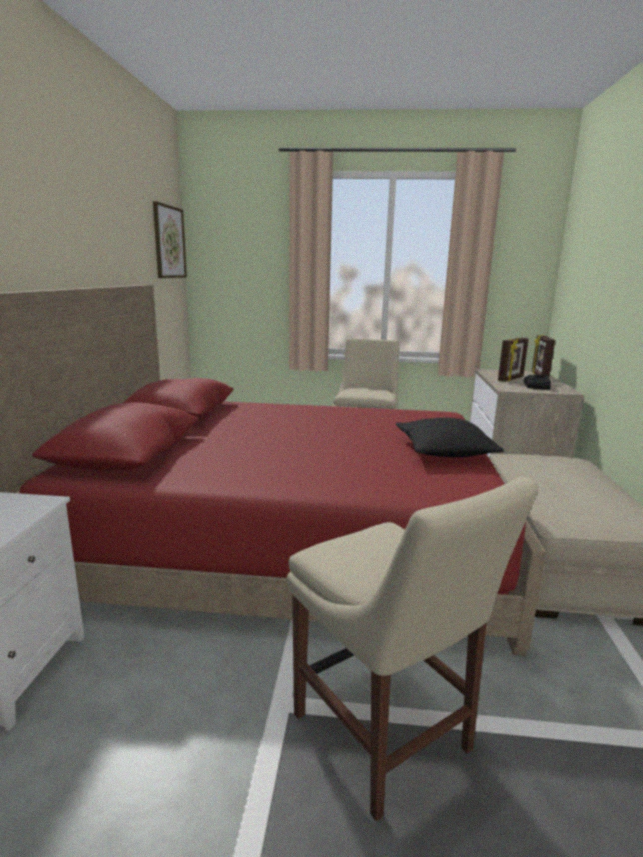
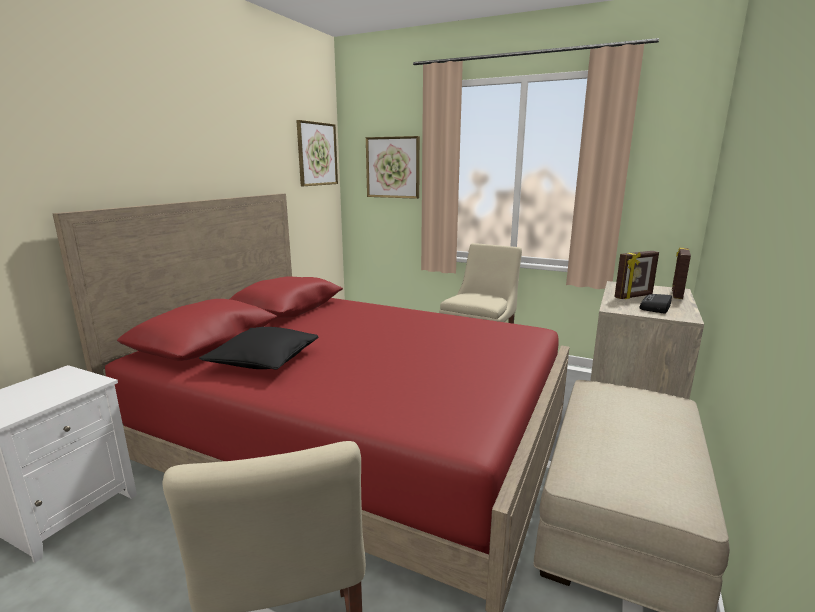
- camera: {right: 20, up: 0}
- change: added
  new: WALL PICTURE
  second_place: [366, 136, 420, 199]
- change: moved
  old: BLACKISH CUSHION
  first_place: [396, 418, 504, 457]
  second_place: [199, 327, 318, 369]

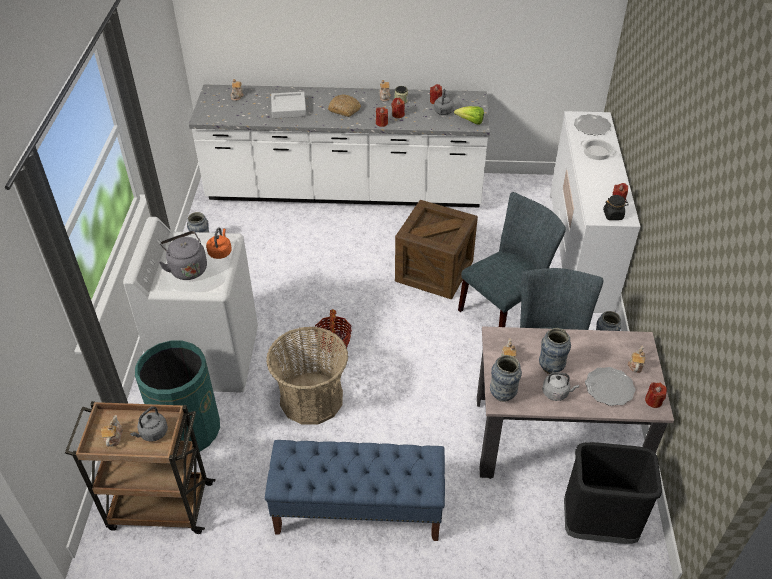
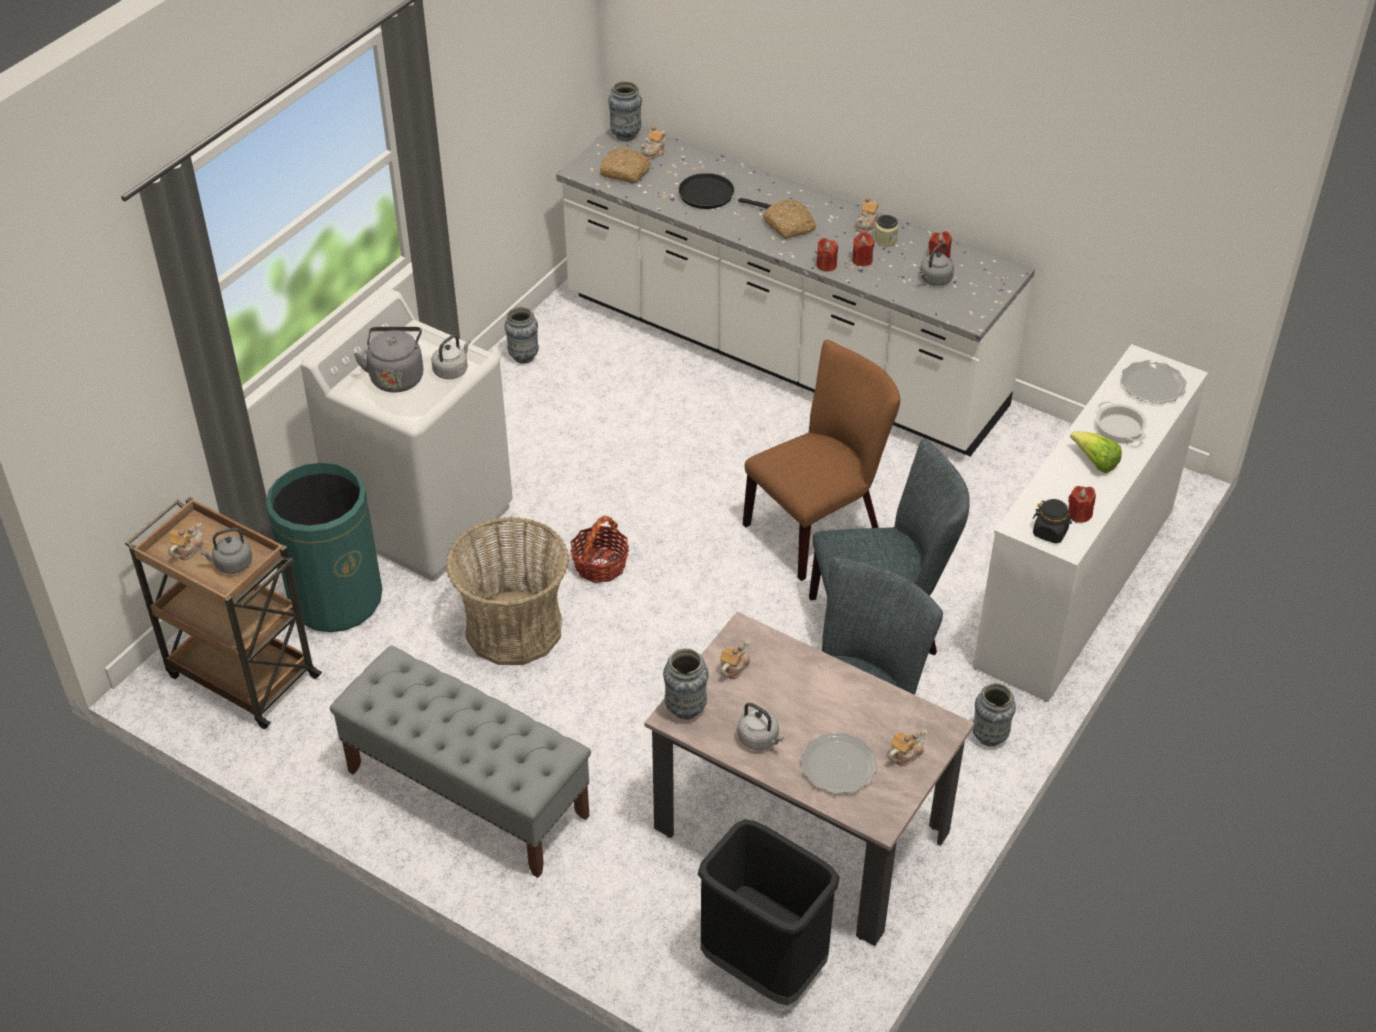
- camera: {right: 30, up: 0}
- change: removed
  old: REDDISH CANDLE
  first_place: [645, 382, 667, 408]
- change: added
  new: BAKERY BREAD
  second_place: [600, 148, 651, 183]
- change: moved
  old: LETTUCE
  first_place: [454, 106, 484, 125]
  second_place: [1070, 432, 1122, 473]
- change: moved
  old: VASE
  first_place: [539, 328, 571, 374]
  second_place: [608, 81, 642, 141]
- change: replaced
  old: GREYISH TRAY
  new: BLACKISH PAN
  first_place: [271, 92, 306, 119]
  second_place: [678, 173, 772, 209]
- change: replaced
  old: PACKING CRATE
  new: BROWNISH UPRIGHT CHAIR
  first_place: [395, 200, 478, 299]
  second_place: [743, 340, 900, 581]
- change: recoloured
  old: ORANGE WATER KETTLE
  new: GREYISH WATER KETTLE
  first_place: [206, 227, 232, 259]
  second_place: [431, 335, 471, 379]
- change: recoloured
  old: BLUISH LONG SEAT
  new: GREYISH LONG SEAT
  first_place: [265, 440, 445, 541]
  second_place: [330, 645, 591, 878]

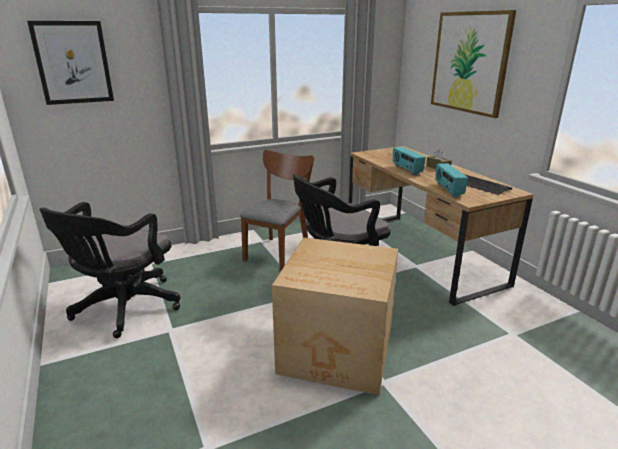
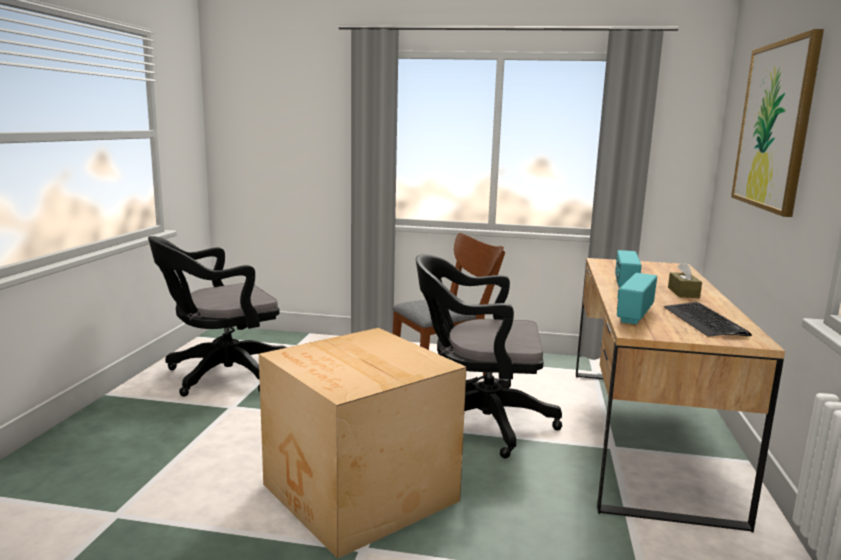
- camera: {right: 35, up: -10}
- change: removed
  old: WALL PICTURE
  first_place: [27, 21, 114, 105]

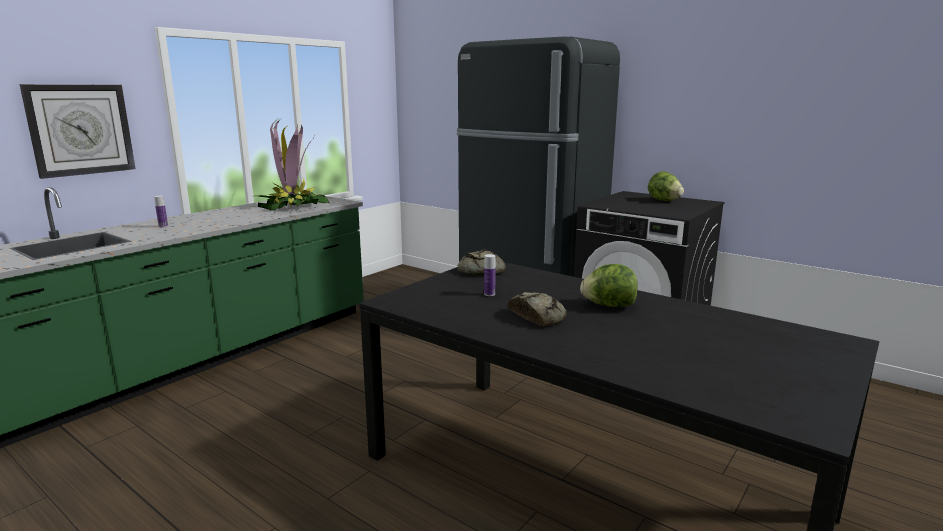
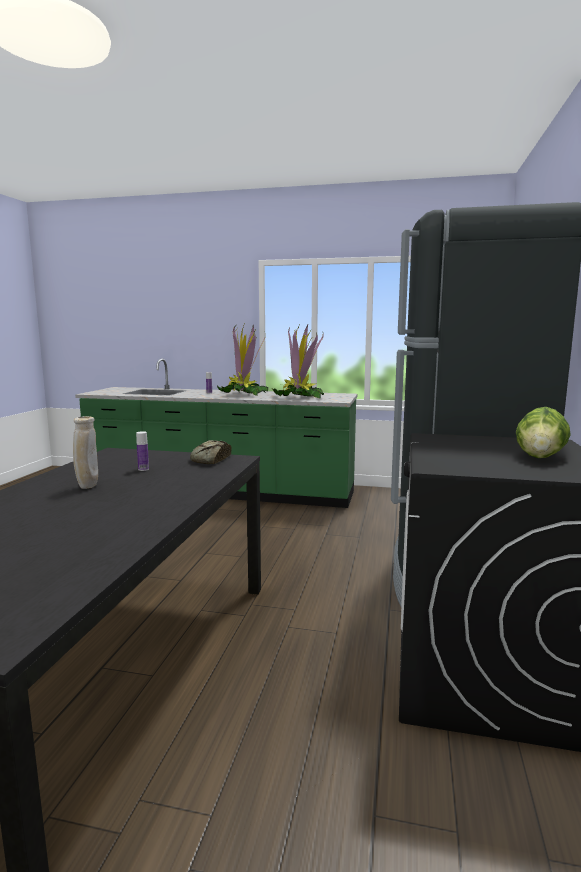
- camera: {right: 65, up: -5}
- change: removed
  old: WALL CLOCK
  first_place: [20, 84, 136, 179]
- change: removed
  old: LETTUCE
  first_place: [580, 264, 638, 307]
- change: added
  new: HOUSEPLANT
  second_place: [217, 323, 268, 396]
- change: replaced
  old: BAKERY BREAD
  new: SAND-COLOURED VASE
  first_place: [508, 292, 567, 326]
  second_place: [73, 416, 98, 489]

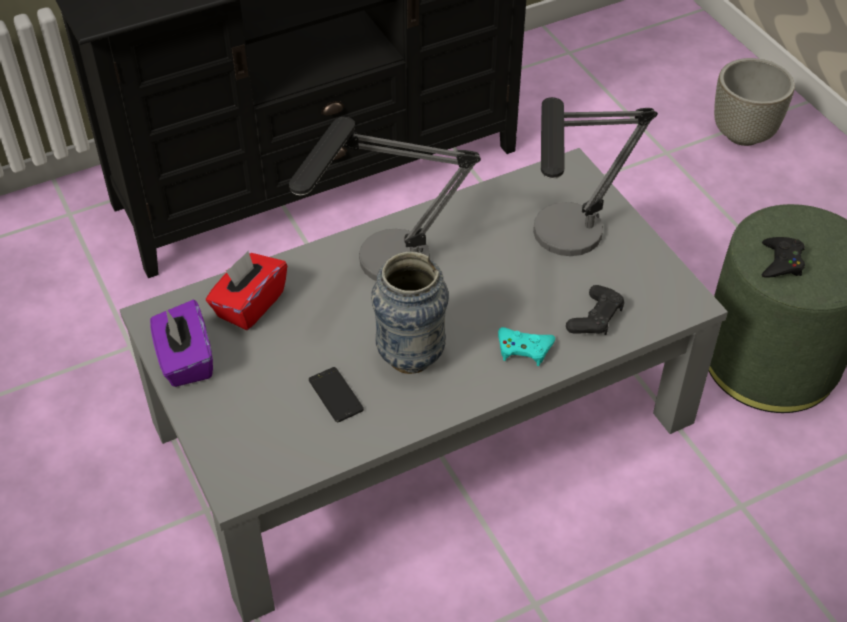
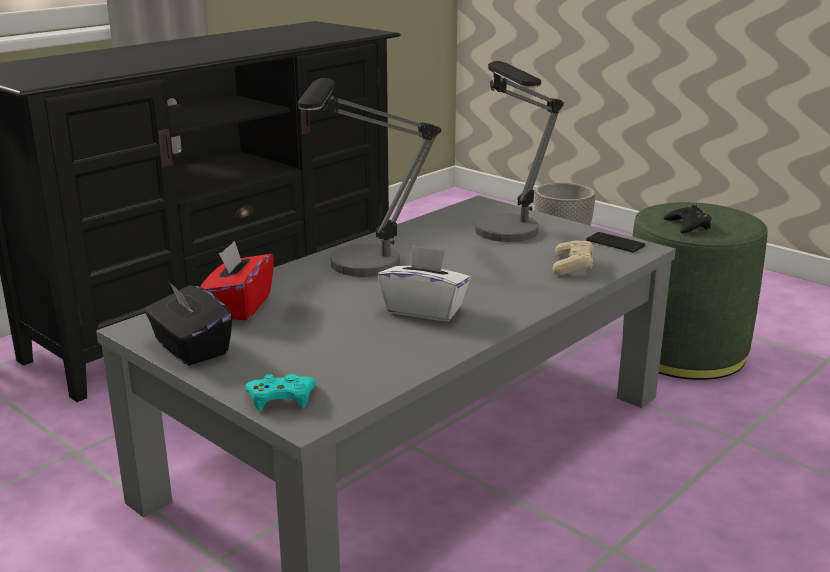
- camera: {right: -20, up: -25}
- change: moved
  old: TELEPHONE
  first_place: [308, 367, 364, 422]
  second_place: [586, 232, 645, 253]
- change: moved
  old: BLUE-GREEN GAME CONTROLLER
  first_place: [498, 327, 555, 366]
  second_place: [245, 374, 316, 411]
- change: replaced
  old: VASE
  new: WHITISH BOX OF TISSUES
  first_place: [371, 252, 449, 374]
  second_place: [378, 245, 471, 321]
- change: recoloured
  old: PURPLE-COLOURED BOX OF TISSUES
  new: BLACKISH BOX OF TISSUES
  first_place: [150, 300, 213, 387]
  second_place: [144, 282, 233, 366]
- change: recoloured
  old: BLACKISH GAME CONTROLLER
  new: SAND-COLOURED GAME CONTROLLER
  first_place: [566, 285, 624, 335]
  second_place: [552, 241, 594, 276]

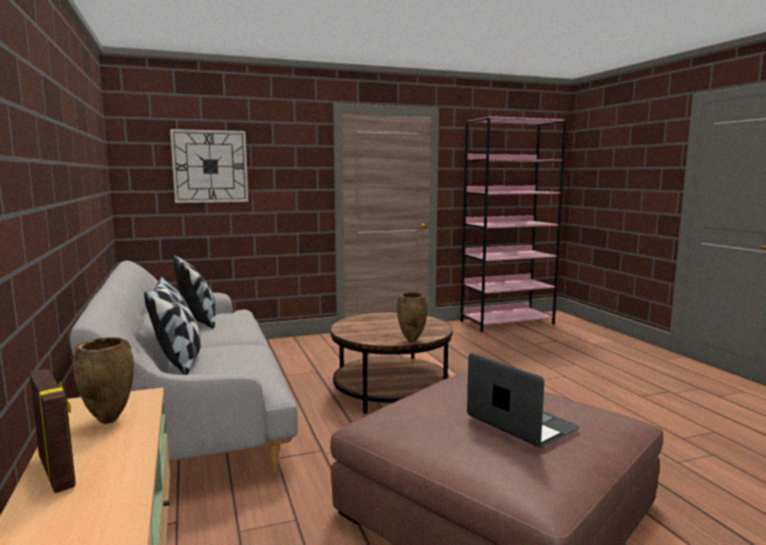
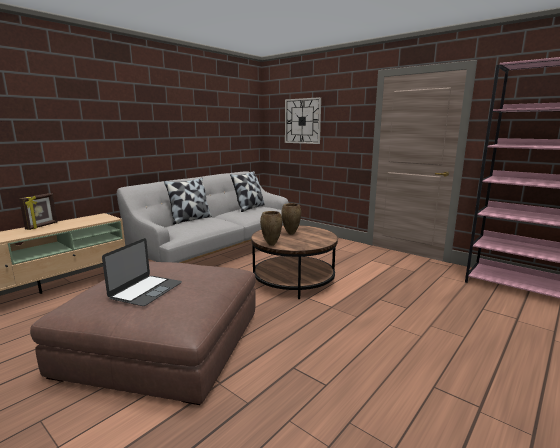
- camera: {right: 60, up: 5}
- change: moved
  old: BROWNISH VASE
  first_place: [73, 337, 134, 424]
  second_place: [281, 203, 301, 235]

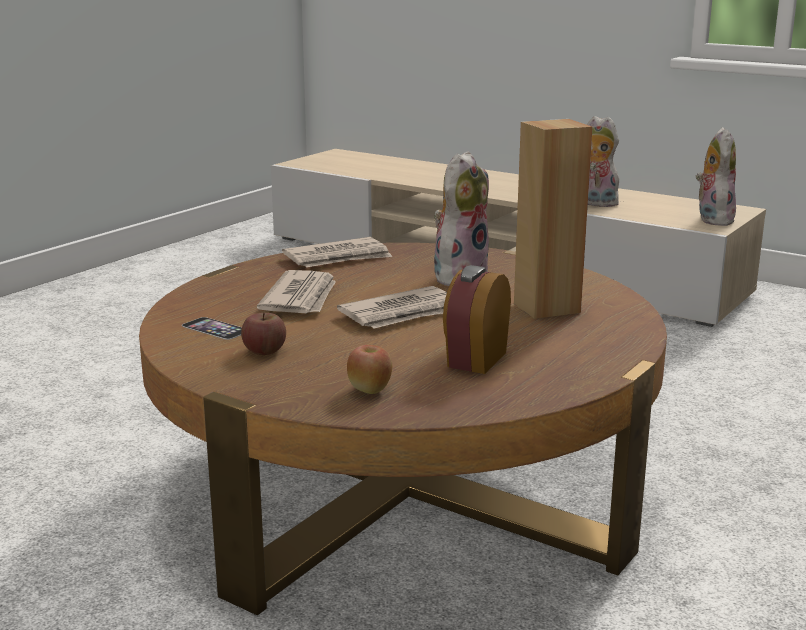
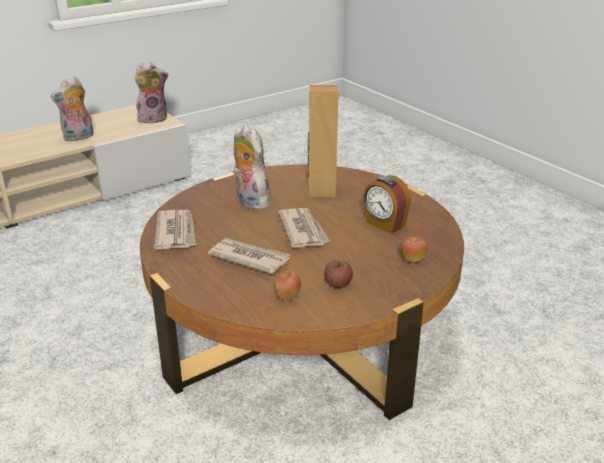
- camera: {right: -70, up: 10}
- change: replaced
  old: TELEPHONE
  new: APPLE FRUIT
  first_place: [182, 317, 242, 340]
  second_place: [274, 270, 301, 301]
- change: turned
  old: CUDDLY TOY
  first_place: [696, 127, 736, 226]
  second_place: [134, 62, 168, 123]
  degrees: 135

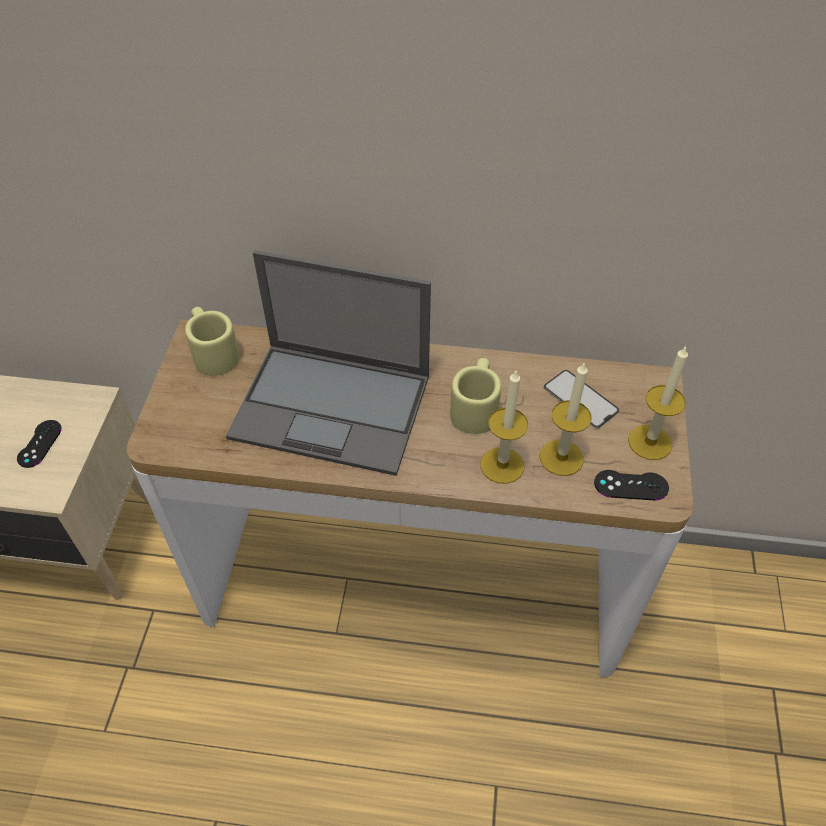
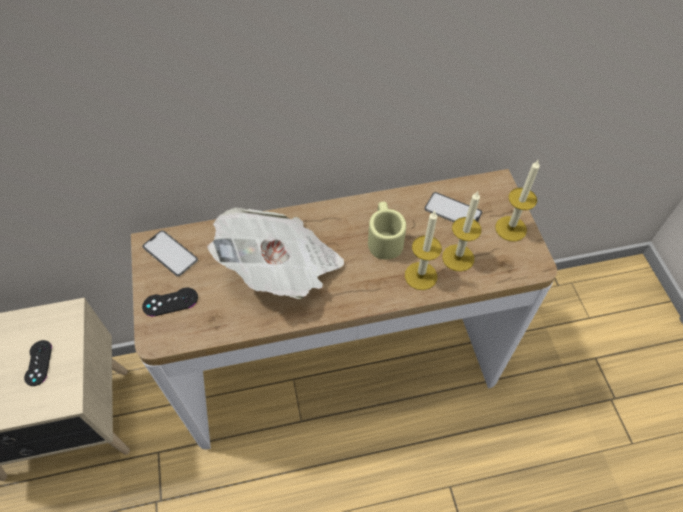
- camera: {right: -20, up: 5}
- change: moved
  old: BLACKISH GAME CONTROLLER
  first_place: [594, 470, 669, 500]
  second_place: [142, 287, 198, 316]
- change: replaced
  old: SAND-COLOURED COFFEE MUG
  new: TELEPHONE
  first_place: [185, 307, 240, 376]
  second_place: [142, 230, 198, 277]
- change: replaced
  old: LAPTOP
  new: PRINTED PAPER
  first_place: [226, 250, 431, 476]
  second_place: [207, 207, 344, 299]

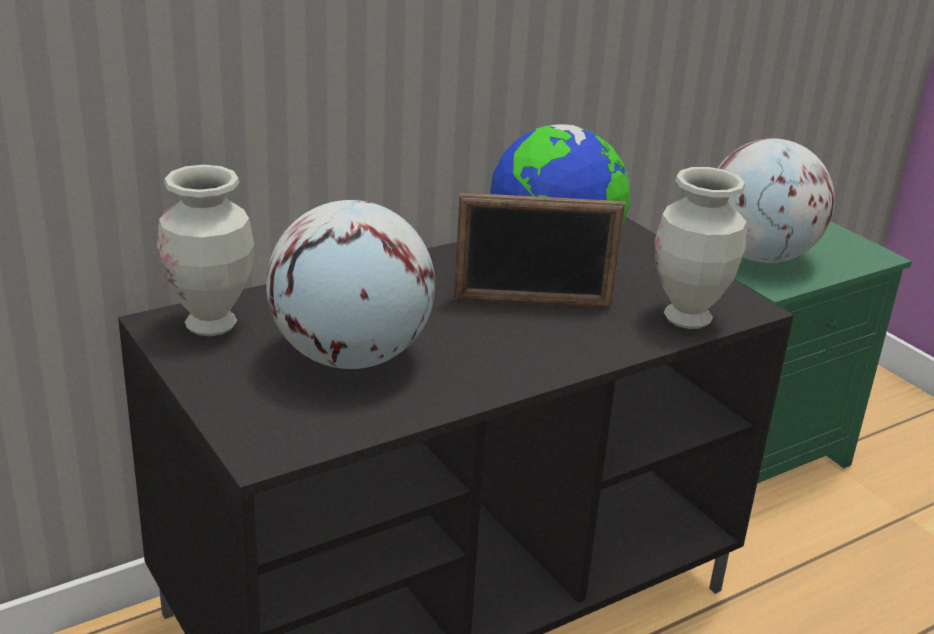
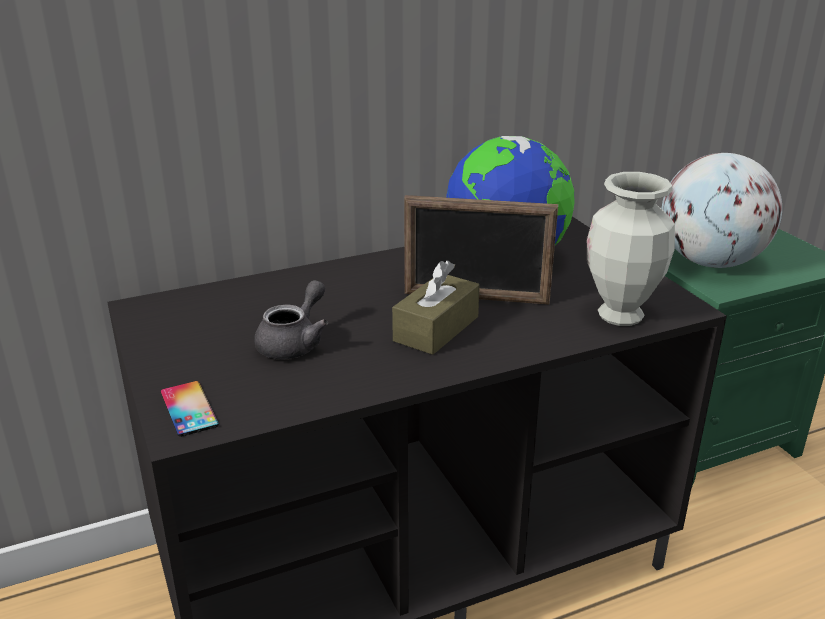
- camera: {right: 10, up: 0}
- change: removed
  old: VASE
  first_place: [157, 165, 254, 336]
- change: added
  new: TELEPHONE
  second_place: [161, 381, 219, 437]
- change: added
  new: BROWNISH BOX OF TISSUES
  second_place: [392, 260, 480, 355]
- change: replaced
  old: DESK GLOBE
  new: GREYISH TEAPOT
  first_place: [266, 200, 435, 369]
  second_place: [254, 280, 328, 359]

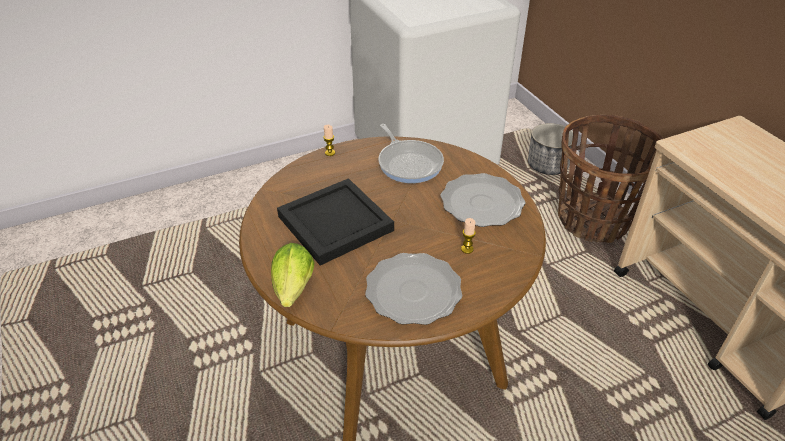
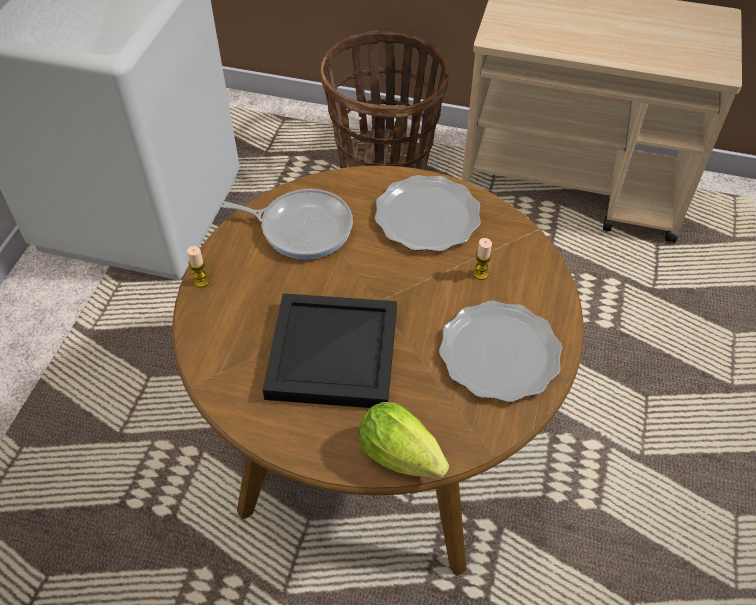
- camera: {right: -50, up: 10}
- change: removed
  old: PLANT POT
  first_place: [528, 123, 573, 175]

